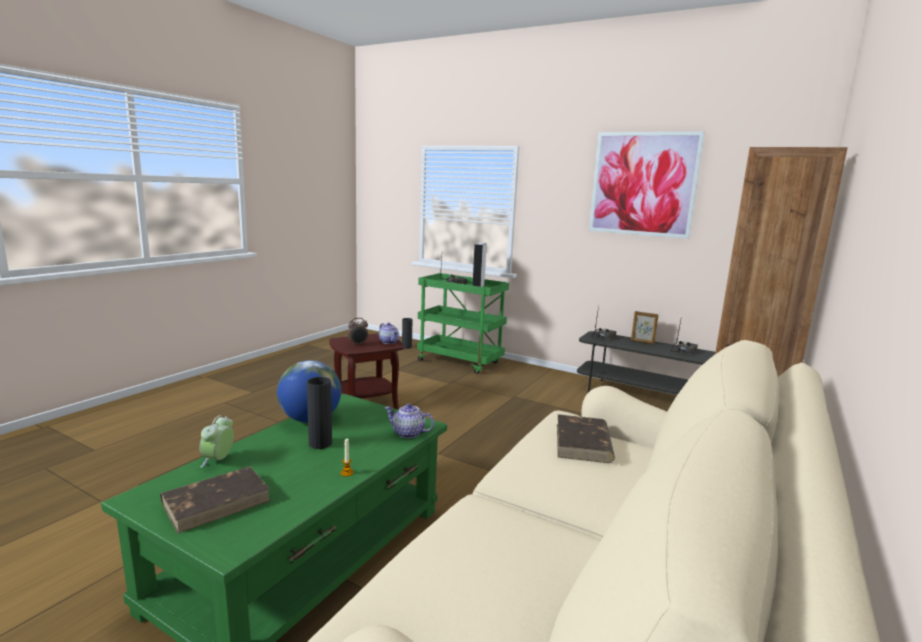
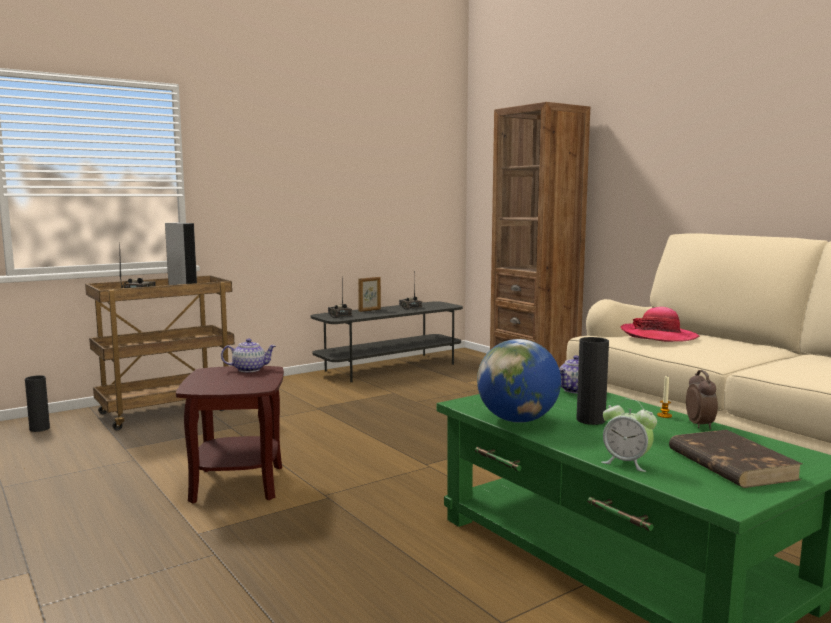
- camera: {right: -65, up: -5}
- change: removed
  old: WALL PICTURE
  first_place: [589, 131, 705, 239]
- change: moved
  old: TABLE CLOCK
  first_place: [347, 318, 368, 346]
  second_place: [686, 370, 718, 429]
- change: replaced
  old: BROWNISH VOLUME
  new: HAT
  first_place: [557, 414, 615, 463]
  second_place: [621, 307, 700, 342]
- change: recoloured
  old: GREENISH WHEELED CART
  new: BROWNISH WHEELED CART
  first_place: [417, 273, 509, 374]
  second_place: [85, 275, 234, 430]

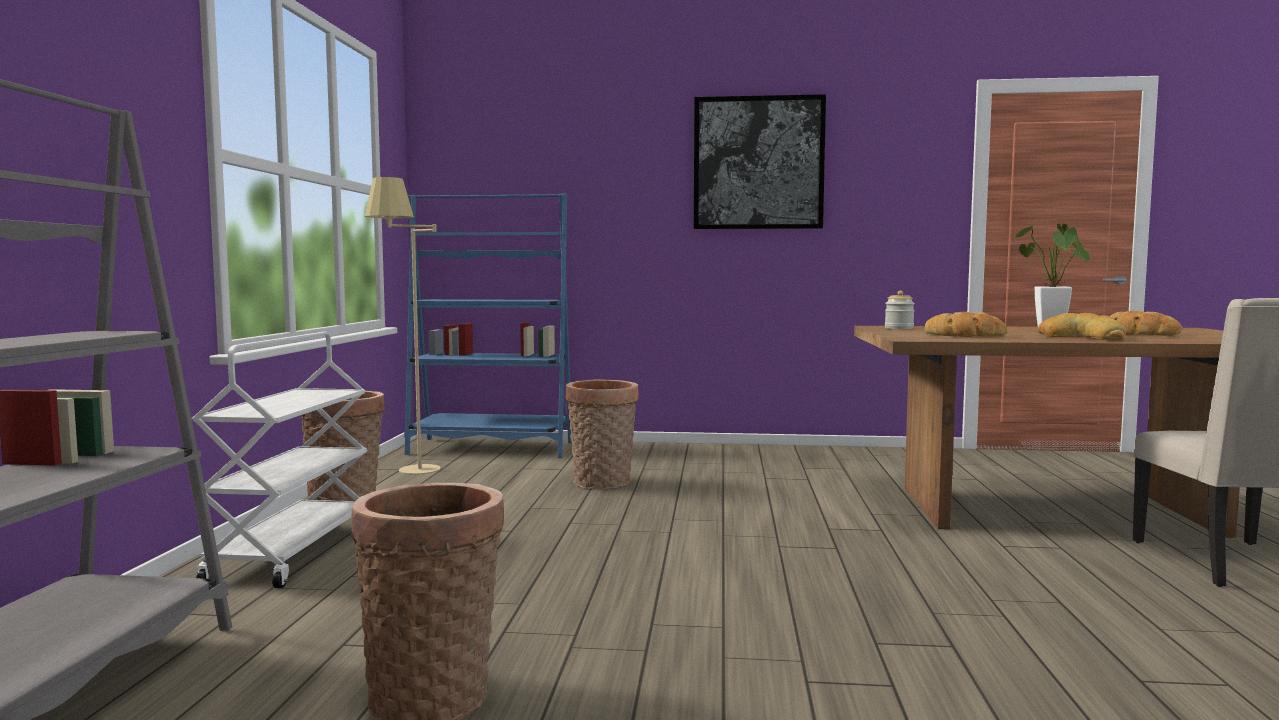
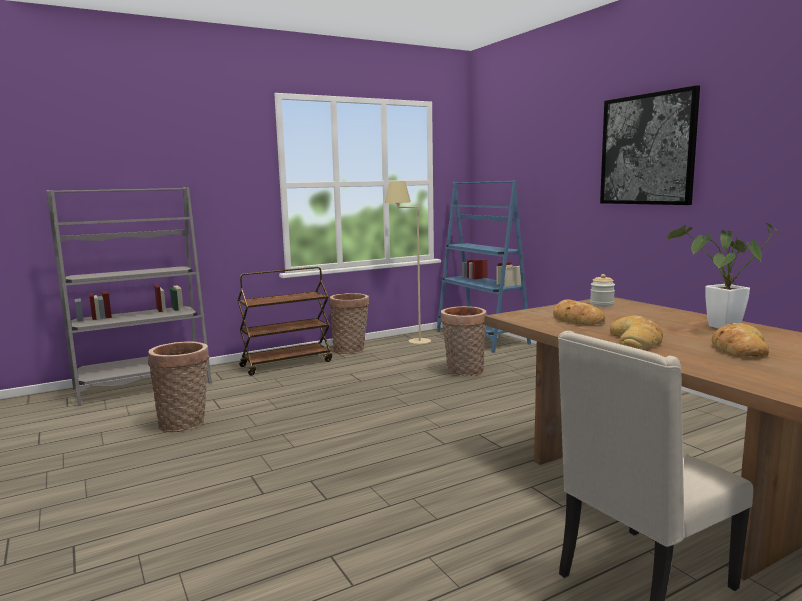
- camera: {right: 55, up: 5}
- change: recoloured
  old: WHITISH WHEELED CART
  new: BROWNISH WHEELED CART
  first_place: [192, 332, 367, 588]
  second_place: [238, 267, 332, 375]

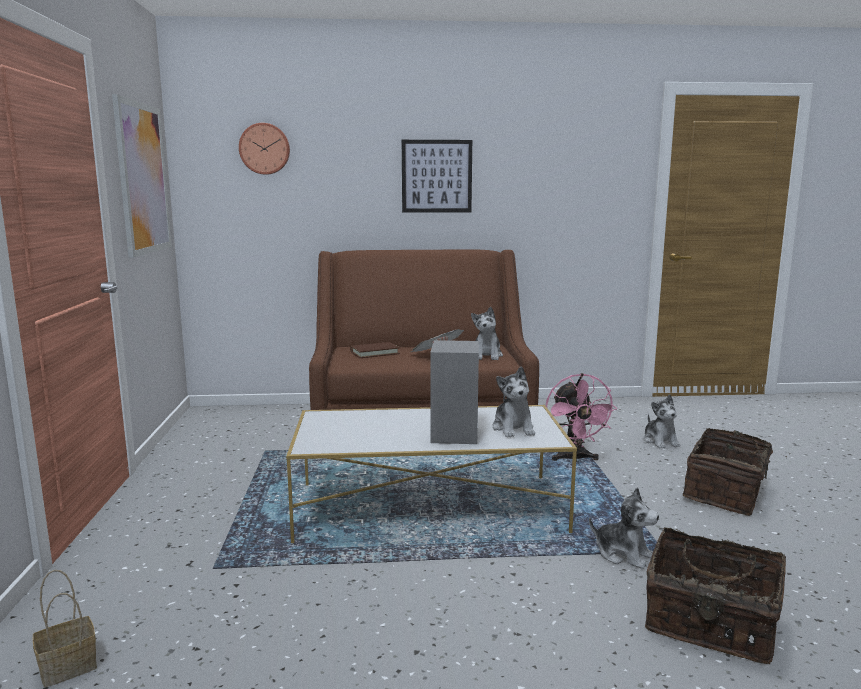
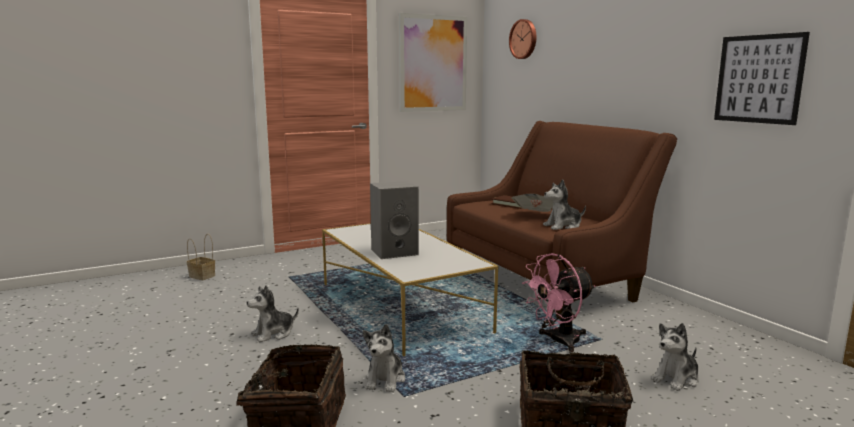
- camera: {right: 65, up: 0}
- change: moved
  old: WALL PICTURE
  first_place: [402, 140, 472, 213]
  second_place: [714, 32, 810, 125]
- change: moved
  old: CUDDLY TOY
  first_place: [493, 366, 535, 437]
  second_place: [247, 285, 299, 342]

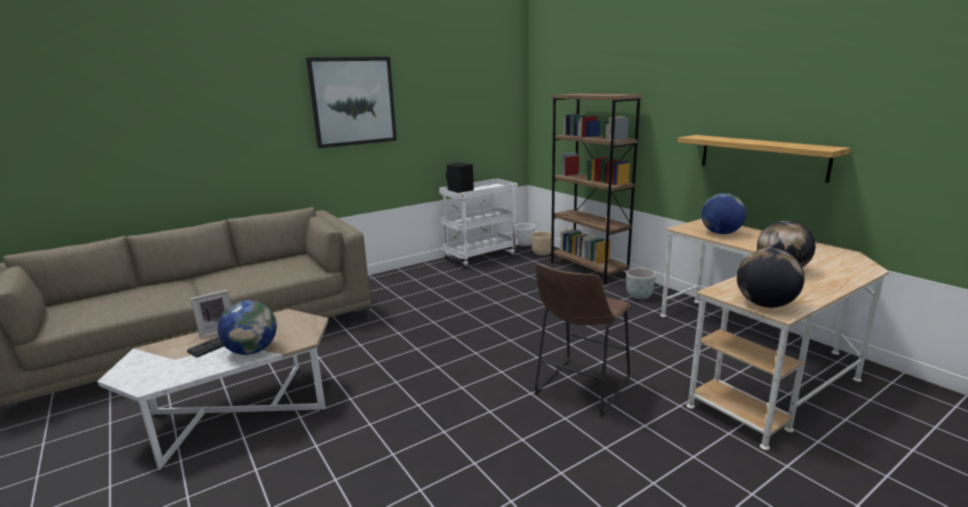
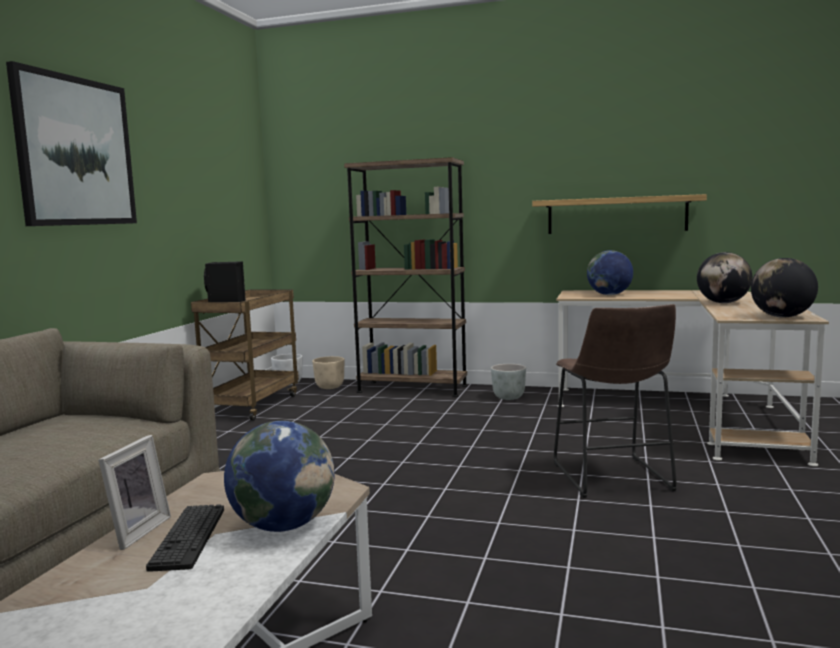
- camera: {right: -40, up: -10}
- change: recoloured
  old: WHITISH WHEELED CART
  new: BROWNISH WHEELED CART
  first_place: [439, 178, 518, 268]
  second_place: [191, 289, 299, 421]

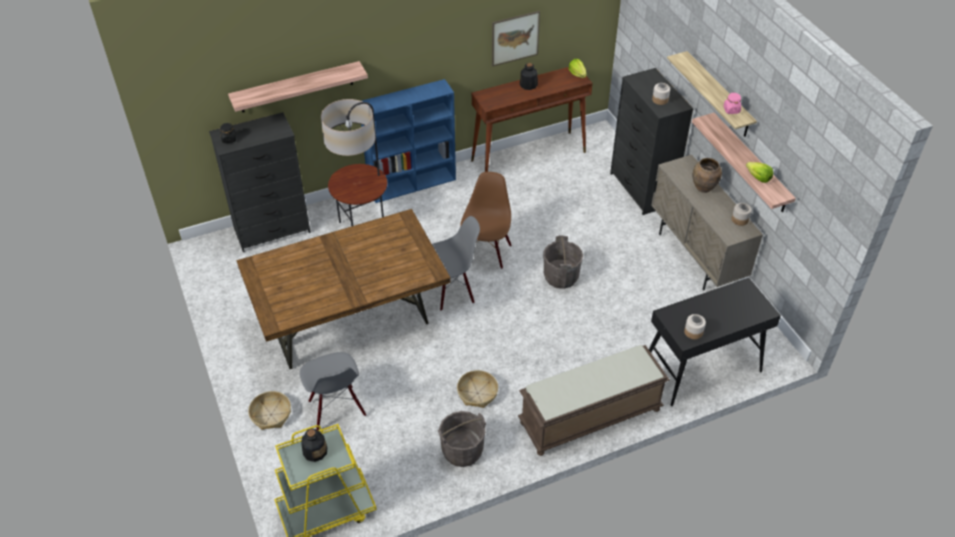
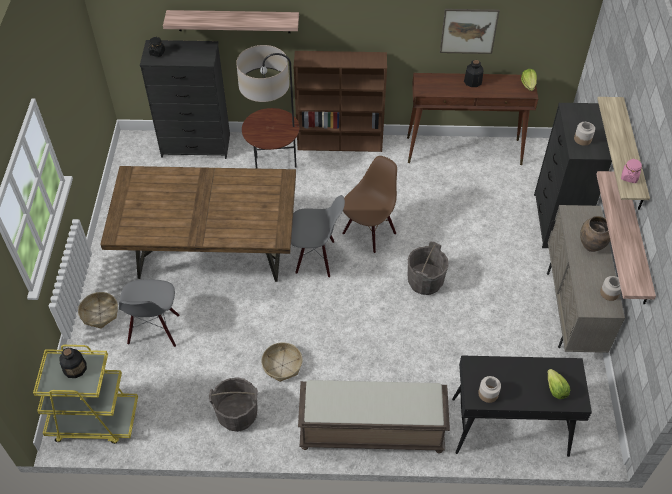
- camera: {right: 25, up: 5}
- change: moved
  old: LETTUCE
  first_place: [746, 162, 773, 183]
  second_place: [548, 369, 570, 399]
- change: recoloured
  old: BLUISH BOOKSHELF
  new: BROWNISH BOOKSHELF
  first_place: [361, 79, 456, 203]
  second_place: [294, 51, 387, 152]

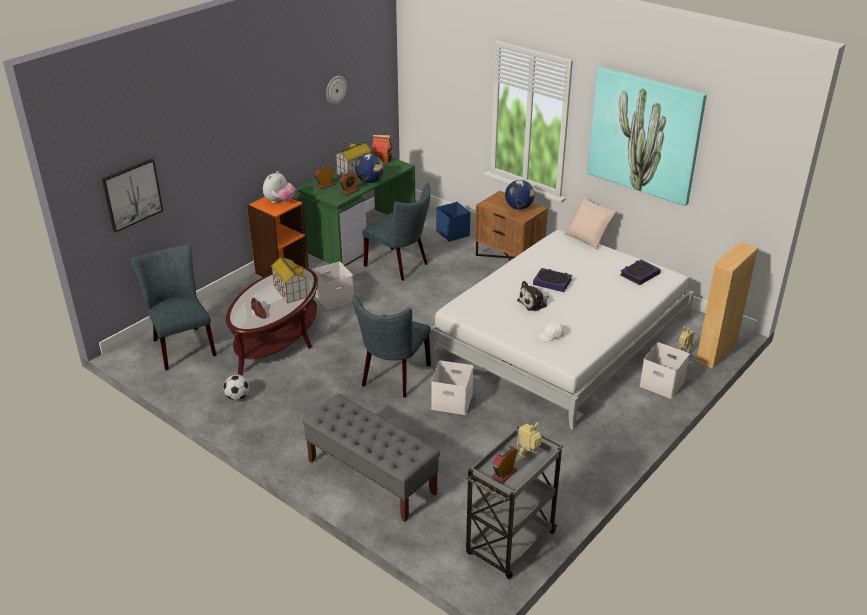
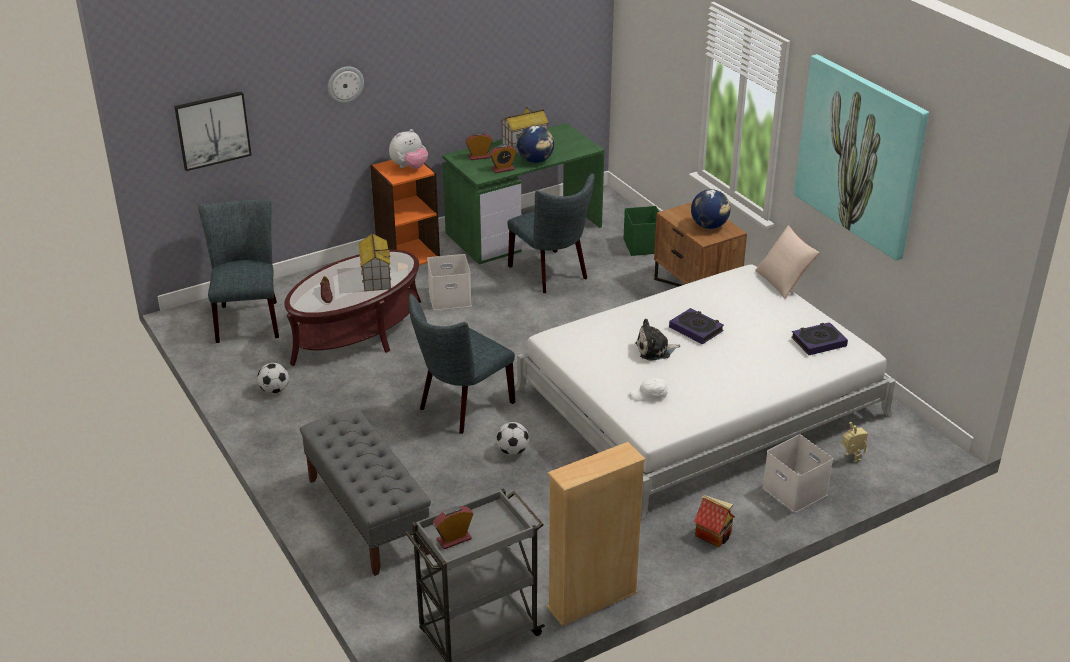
- camera: {right: 20, up: 0}
- change: removed
  old: ROBOT FIGURE
  first_place: [517, 423, 542, 459]
- change: moved
  old: WALL CLOCK
  first_place: [326, 76, 347, 104]
  second_place: [328, 66, 364, 103]
- change: moved
  old: TOY HOUSE
  first_place: [371, 135, 392, 164]
  second_place: [694, 494, 735, 547]
- change: moved
  old: SAND-COLOURED BOOKSHELF
  first_place: [695, 241, 758, 369]
  second_place: [547, 442, 646, 626]
- change: replaced
  old: WHITISH STORAGE BIN
  new: FOOTBALL
  first_place: [431, 361, 474, 415]
  second_place: [496, 422, 529, 455]
- change: recoloured
  old: BLUISH STORAGE BIN
  new: GREENISH STORAGE BIN
  first_place: [436, 202, 470, 242]
  second_place: [624, 206, 659, 256]

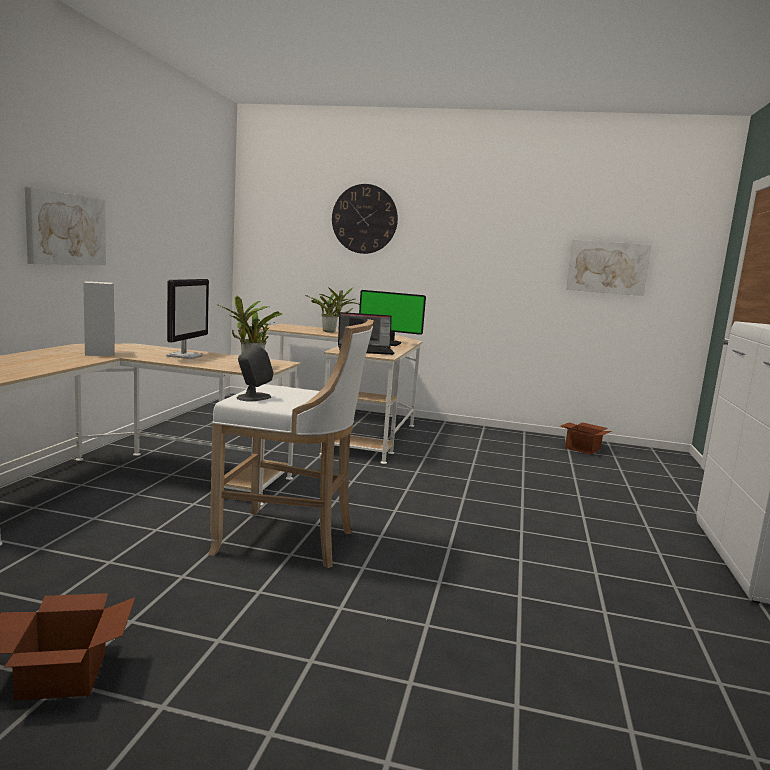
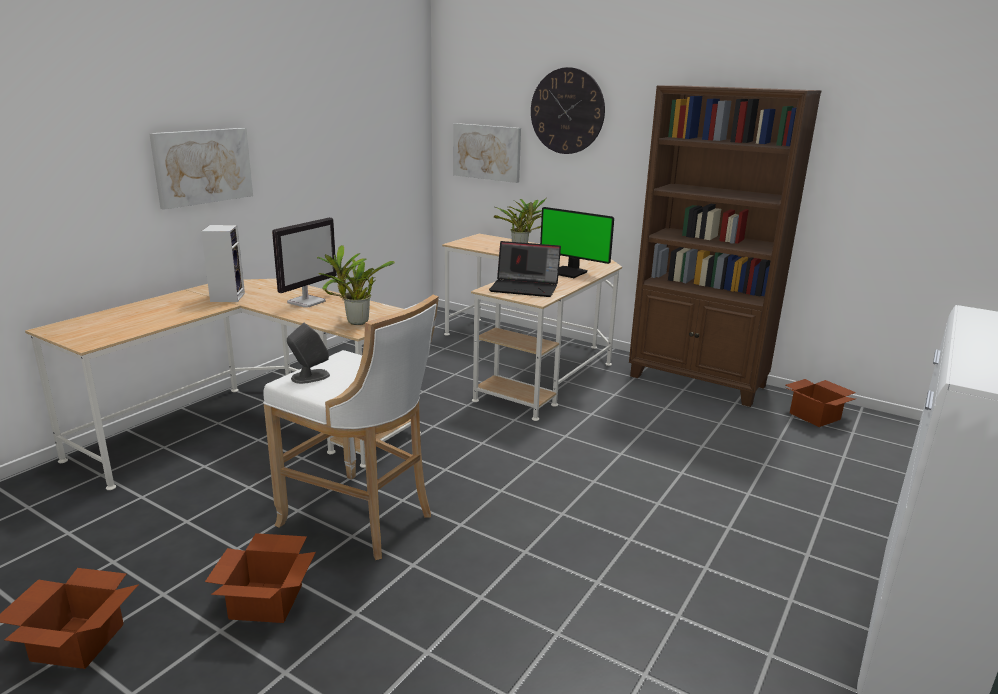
- camera: {right: 20, up: 10}
- change: added
  new: PACKING BOX
  second_place: [205, 533, 316, 623]
- change: added
  new: BROWNISH BOOKSHELF
  second_place: [629, 85, 822, 407]
- change: moved
  old: WALL PICTURE
  first_place: [566, 240, 652, 296]
  second_place: [453, 123, 521, 183]

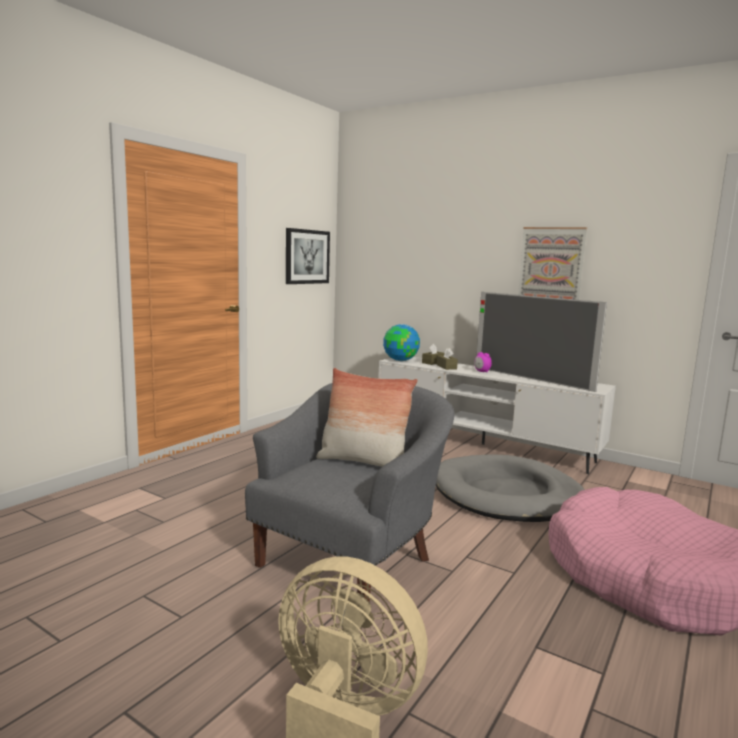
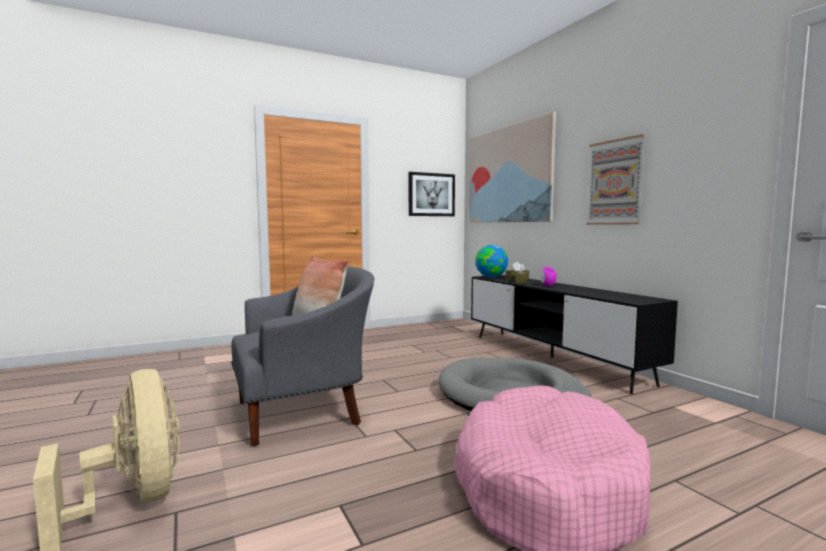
- camera: {right: 30, up: -5}
- change: removed
  old: TELEVISION
  first_place: [477, 292, 607, 392]
- change: added
  new: WALL PICTURE
  second_place: [469, 111, 556, 223]
- change: recoloured
  old: WHITISH TV STAND
  new: BLACKISH TV STAND
  first_place: [378, 357, 616, 474]
  second_place: [471, 275, 678, 394]

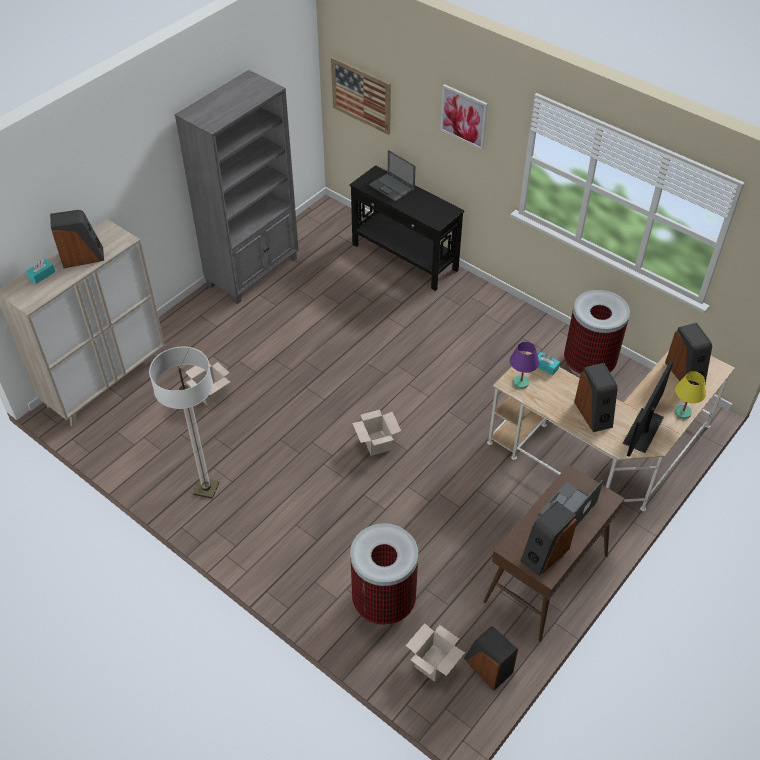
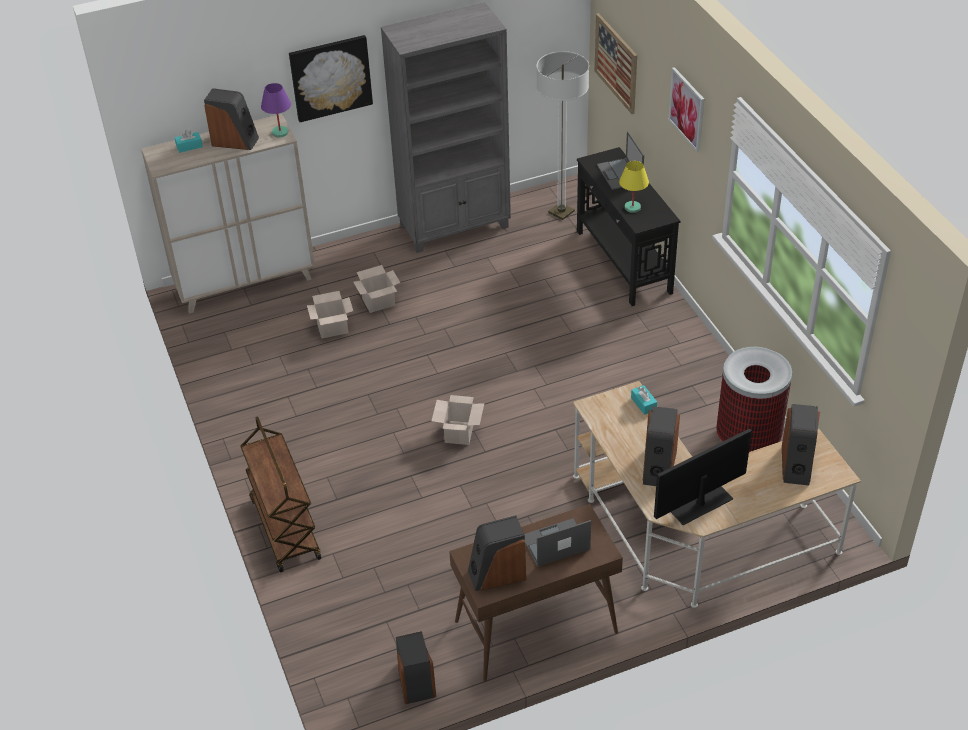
- camera: {right: 30, up: -5}
- change: removed
  old: TRASH CAN
  first_place: [350, 523, 418, 625]
- change: added
  new: BROWNISH WHEELED CART
  second_place: [240, 416, 321, 572]
- change: added
  new: WALL PICTURE
  second_place: [289, 35, 373, 122]
- change: moved
  old: FLOOR LAMP
  first_place: [149, 347, 219, 499]
  second_place: [537, 51, 589, 220]
- change: moved
  old: PACKING BOX
  first_place: [406, 623, 465, 682]
  second_place: [353, 265, 400, 313]
- change: moved
  old: PURPLE-COLOURED TABLETOP LAMP
  first_place: [510, 342, 539, 389]
  second_place: [261, 83, 291, 138]
- change: moved
  old: YELLOW-COLOURED TABLETOP LAMP
  first_place: [675, 371, 706, 419]
  second_place: [619, 161, 649, 213]

